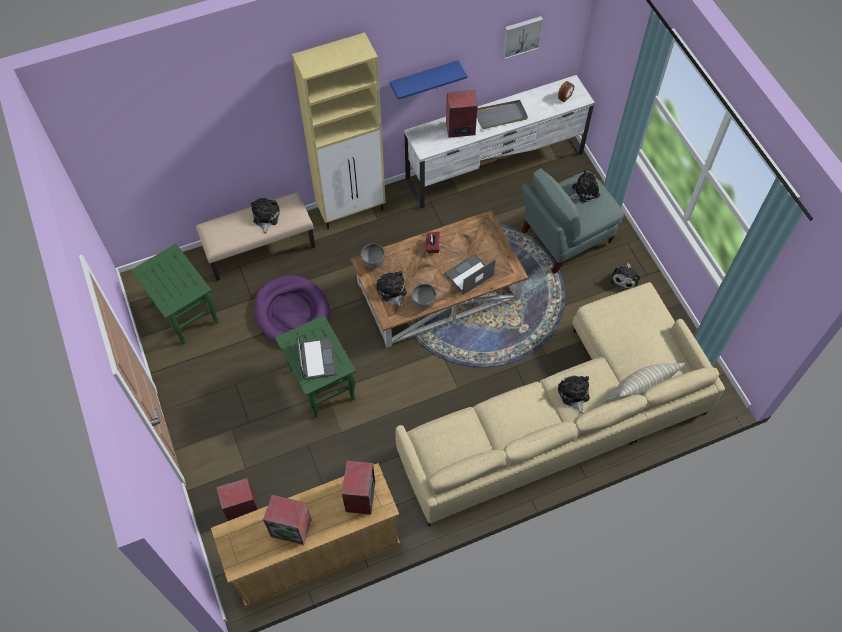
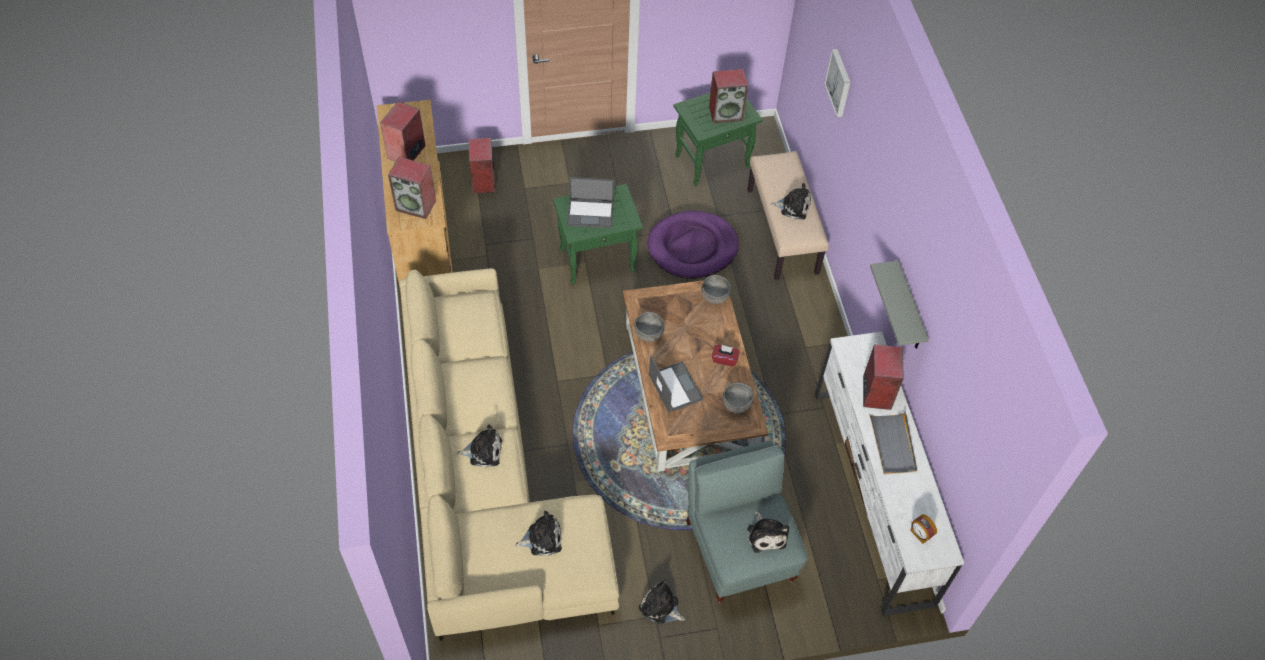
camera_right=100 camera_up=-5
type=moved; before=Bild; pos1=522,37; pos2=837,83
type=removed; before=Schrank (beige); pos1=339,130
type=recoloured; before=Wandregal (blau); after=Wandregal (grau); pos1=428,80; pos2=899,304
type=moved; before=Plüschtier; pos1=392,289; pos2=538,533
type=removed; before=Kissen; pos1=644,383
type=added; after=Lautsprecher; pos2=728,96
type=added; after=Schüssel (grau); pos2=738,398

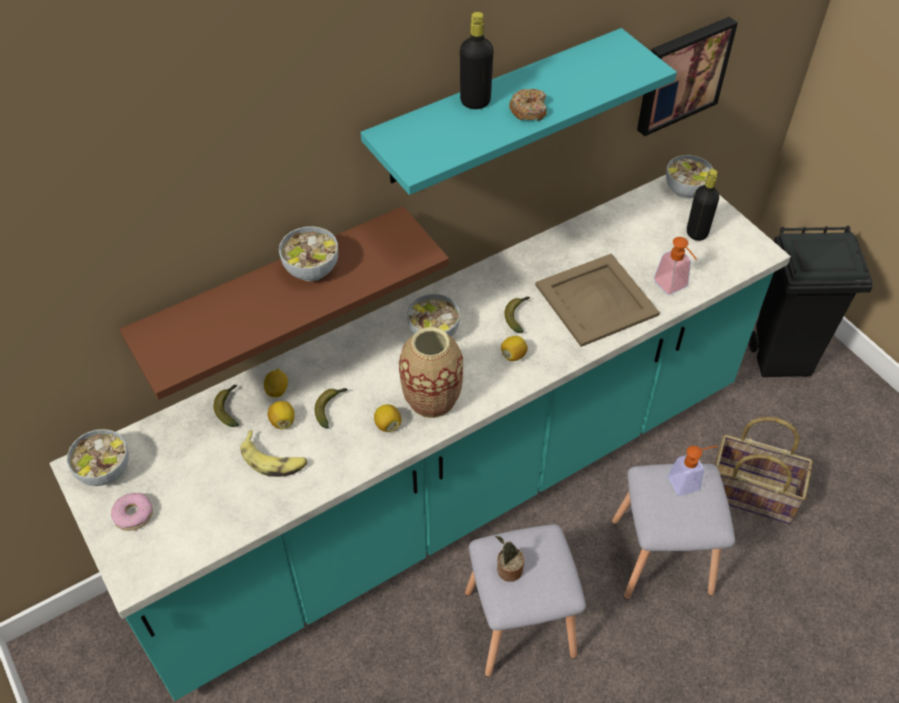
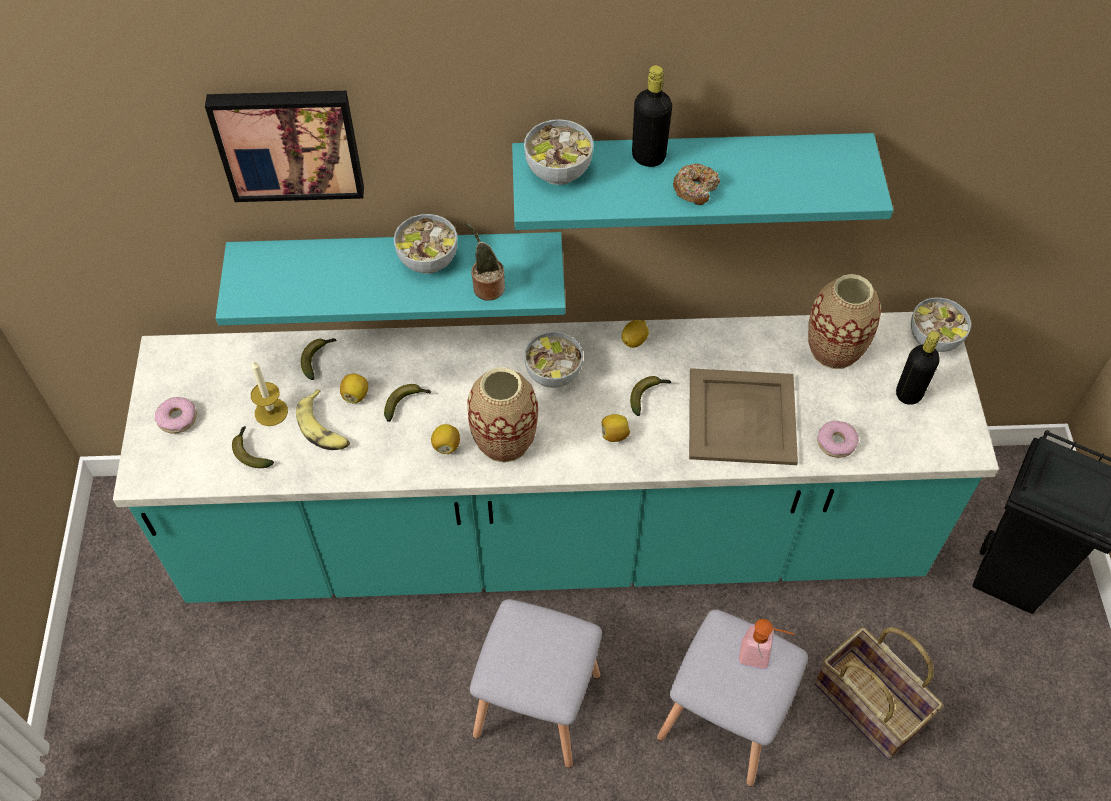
camera_right=30 camera_up=5
type=moved; before=Bild; pos1=687,76; pos2=284,146
type=recoloured; before=Wandregal (braun); after=Wandregal (türkis); pos1=284,303; pos2=391,279
type=replaced; before=Seifenspender; after=Donut; pos1=675,266; pos2=838,439
type=moved; before=Zitrone; pos1=276,383; pos2=635,334
type=moved; before=Schüssel; pos1=98,457; pos2=559,152
type=moved; before=Topfpflanze; pos1=509,558; pos2=485,262
type=added; after=Vase; pos2=844,321
type=added; after=Kerze; pos2=269,393
type=added; after=Banane; pos2=253,447

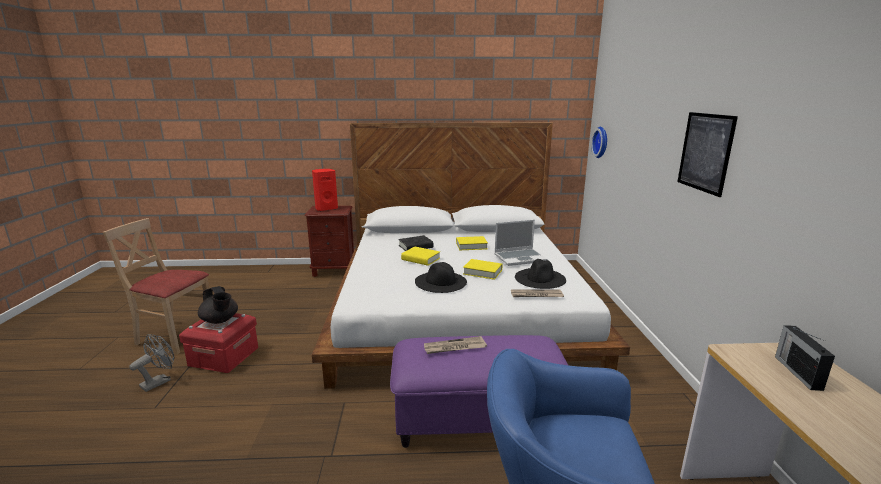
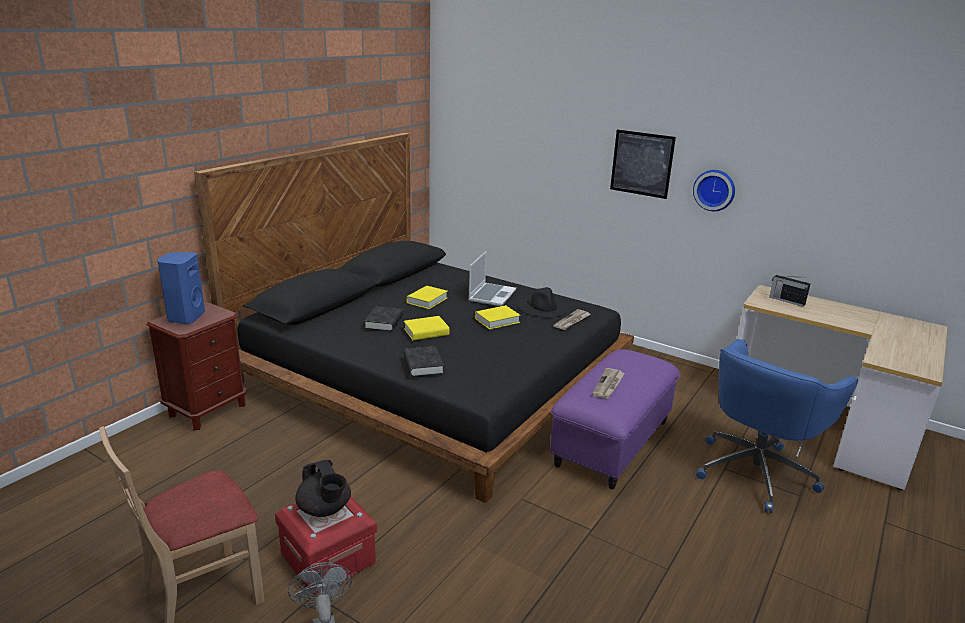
camera_right=-55 camera_up=5
type=recoloured; before=Bett (weiß); after=Bett (schwarz); pos1=471,255; pos2=414,318
type=moved; before=Wanduhr; pos1=599,142; pos2=714,190
type=recoloured; before=Lautsprecher (rot); after=Lautsprecher (blau); pos1=325,190; pos2=181,288
type=removed; before=Hut (schwarz); pos1=441,277
type=turned; before=Teekanne (schwarz); pos1=218,305; pos2=323,488; turn=60
type=added; after=Buch (schwarz); pos2=424,361

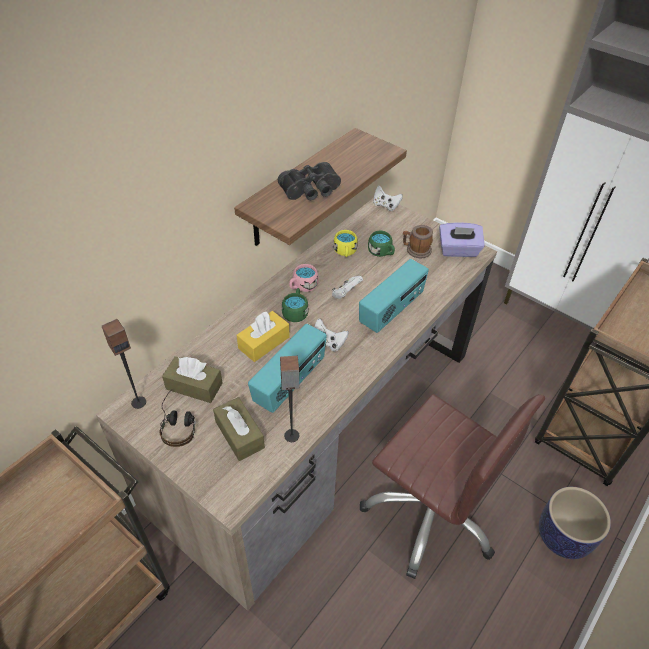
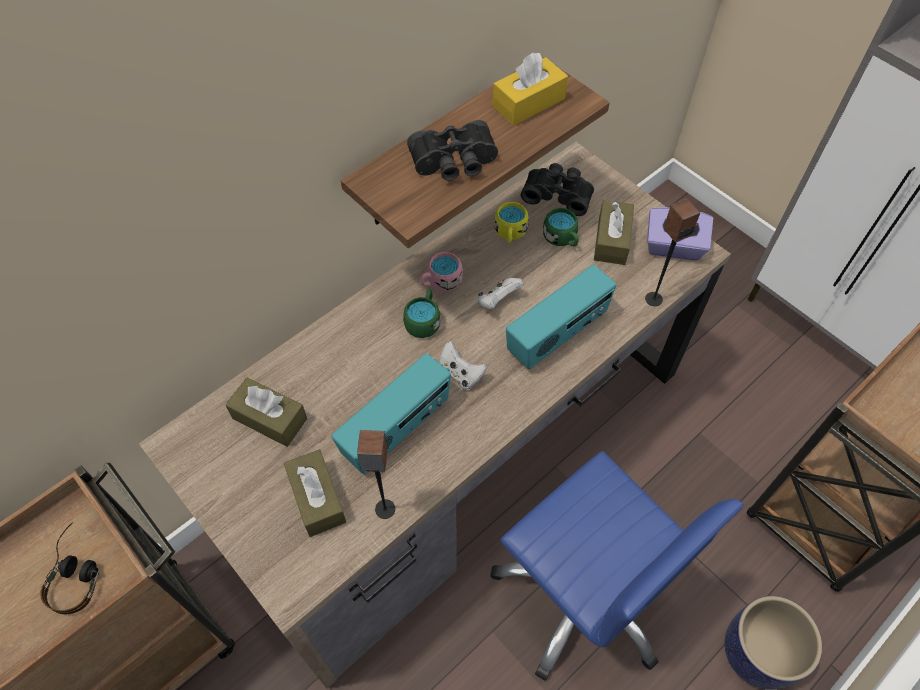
camera_right=10 camera_up=10
type=removed; before=Gamepad (weiß); pos1=388,198
type=replaced; before=Henkelbecher; after=Taschentuchbox (braun); pos1=418,241; pos2=614,232
type=moved; before=Taschentuchbox (gelb); pos1=263,336; pos2=530,89
type=moved; before=Lautsprecher; pos1=124,364; pos2=672,252
type=moved; before=Kopfhörer; pos1=177,418; pos2=69,568
type=recoloured; before=Bürostuhl (braun); after=Bürostuhl (blau); pos1=452,486; pos2=616,566
type=added; after=Fernglas (schwarz); pos2=557,189

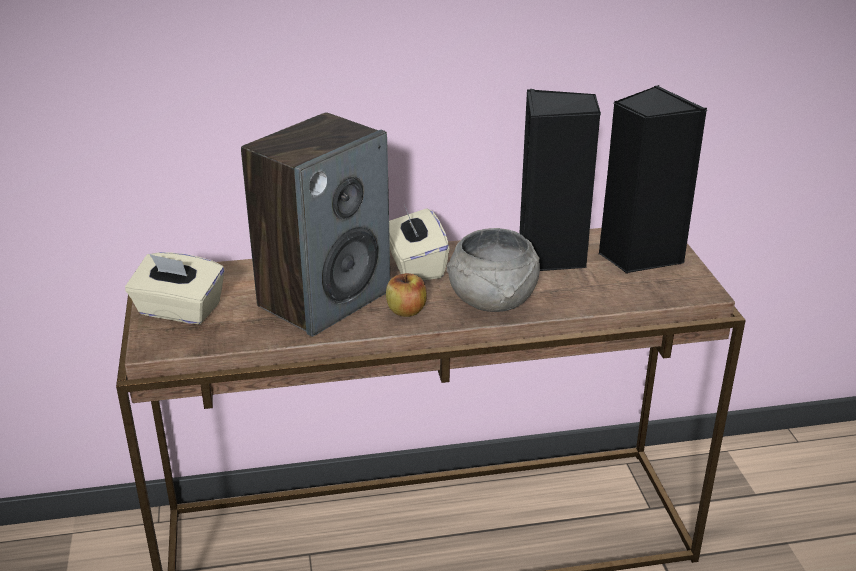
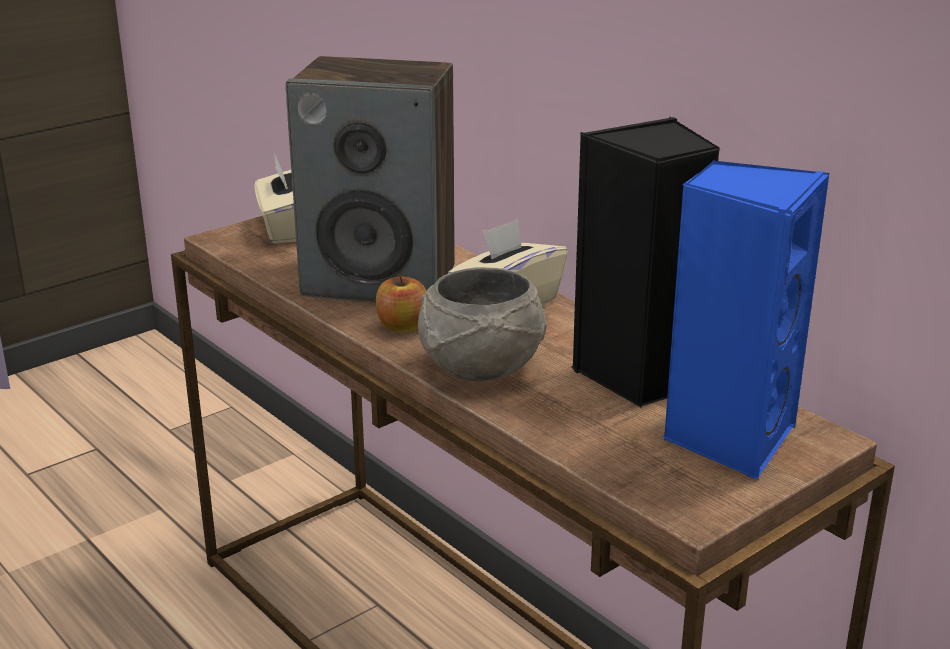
camera_right=60 camera_up=-5
type=recoloured; before=Lautsprecher (schwarz); after=Lautsprecher (blau); pos1=652,179; pos2=746,320

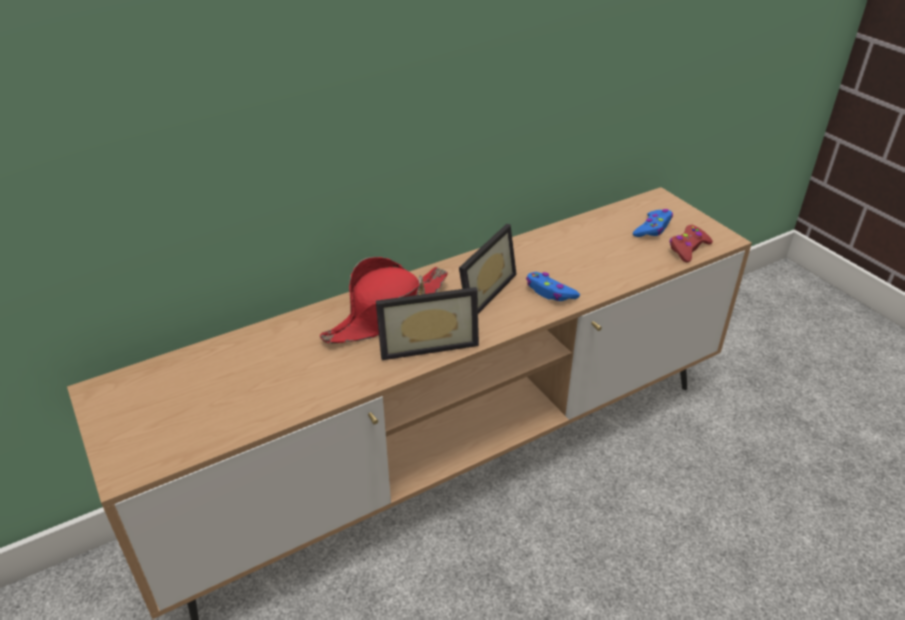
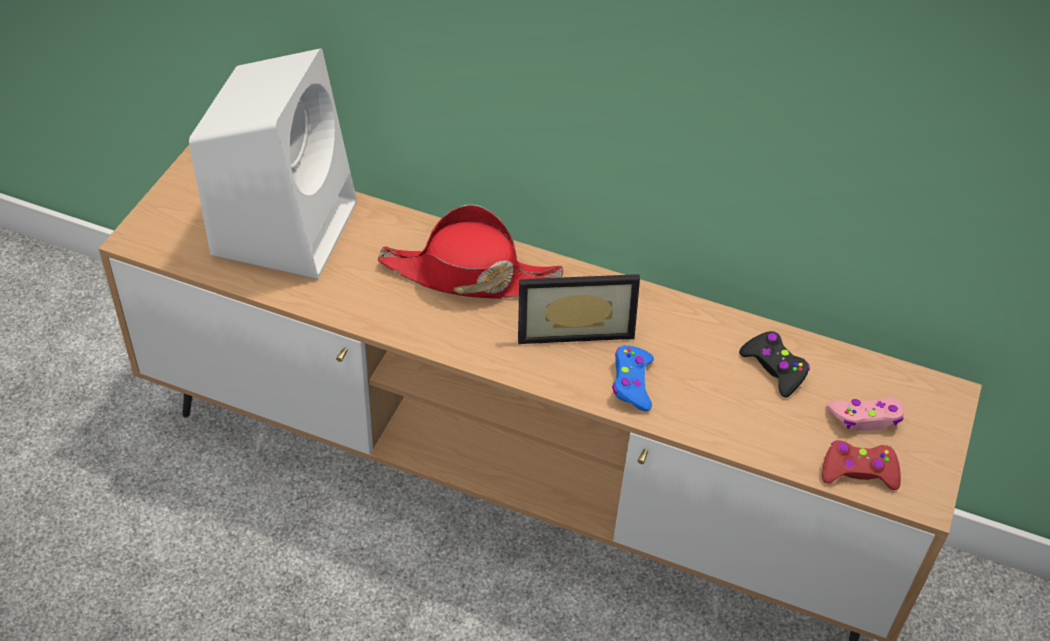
camera_right=50 camera_up=10
type=recoloured; before=Gamepad (blau); after=Gamepad (rosa); pos1=653,223; pos2=865,414
type=removed; before=Bilderrahmen; pos1=427,323
type=added; after=Lautsprecher (weiß); pos2=273,163
type=added; after=Gamepad (schwarz); pos2=774,364

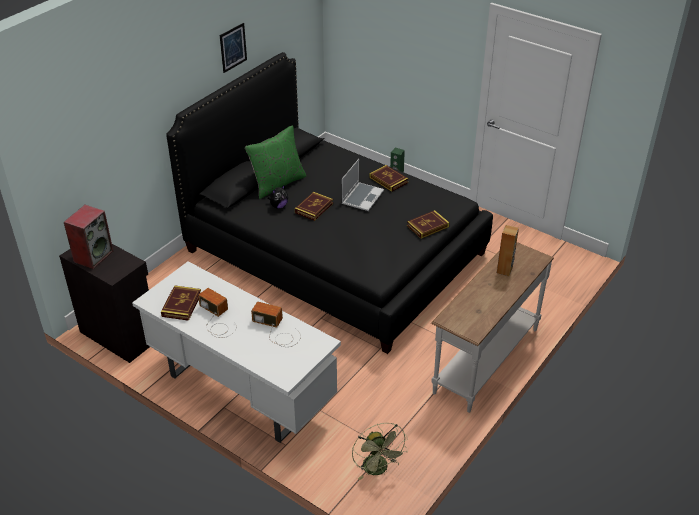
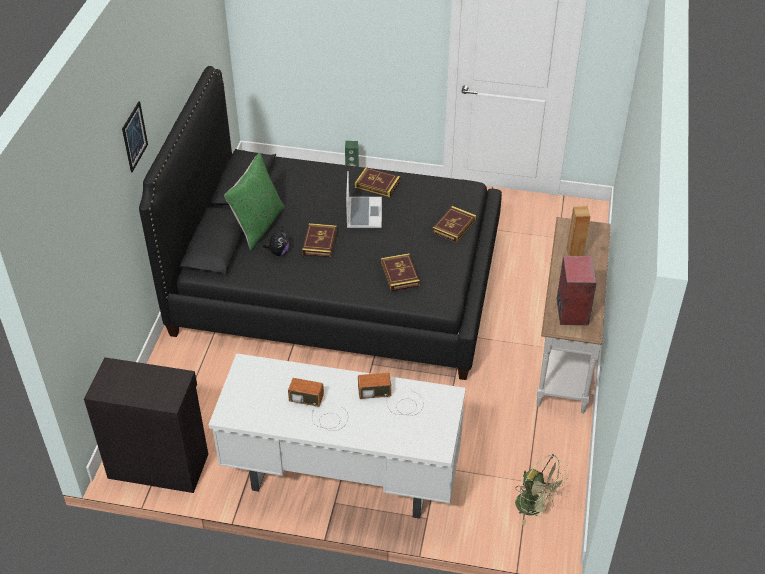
camera_right=-25 camera_up=5
type=moved; before=Bild; pos1=233,48; pos2=135,137
type=moved; before=Lautsprecher; pos1=88,237; pos2=577,290
type=moved; before=Buch; pos1=181,303; pos2=400,272

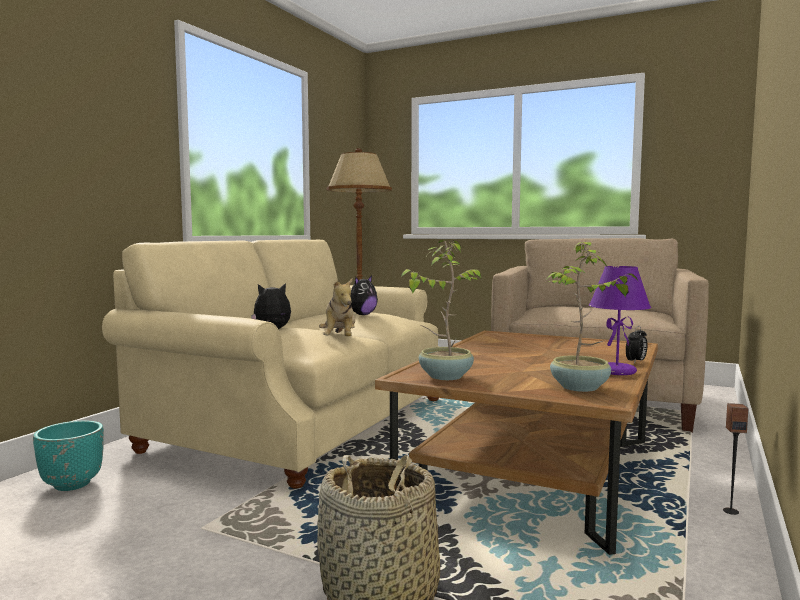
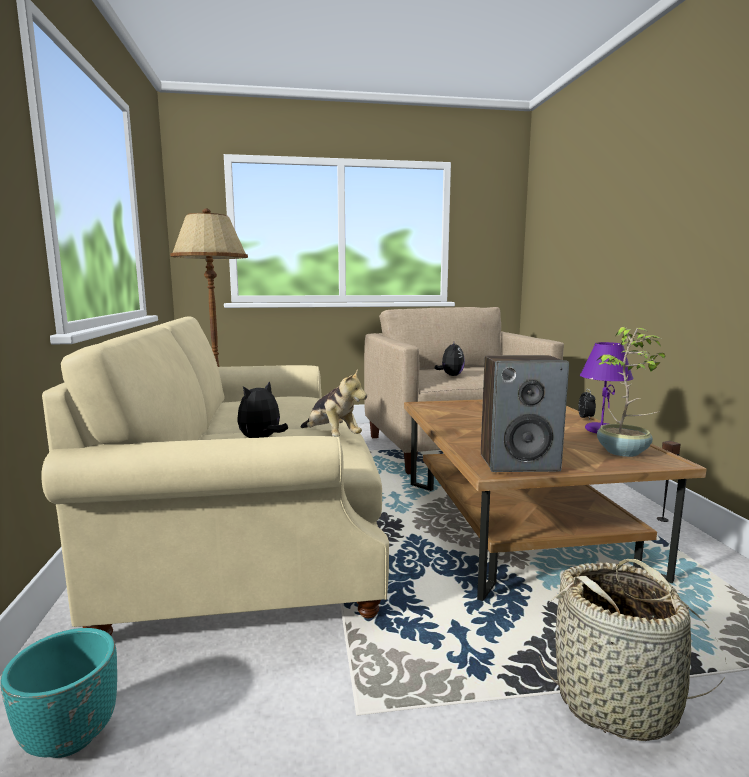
camera_right=-35 camera_up=5
type=replaced; before=Topfpflanze; after=Lautsprecher; pos1=441,310; pos2=525,413
type=moved; before=Plüschtier; pos1=364,295; pos2=450,358

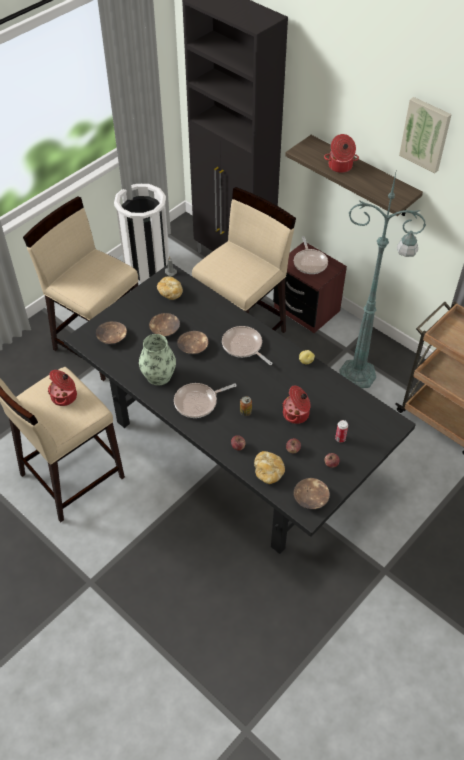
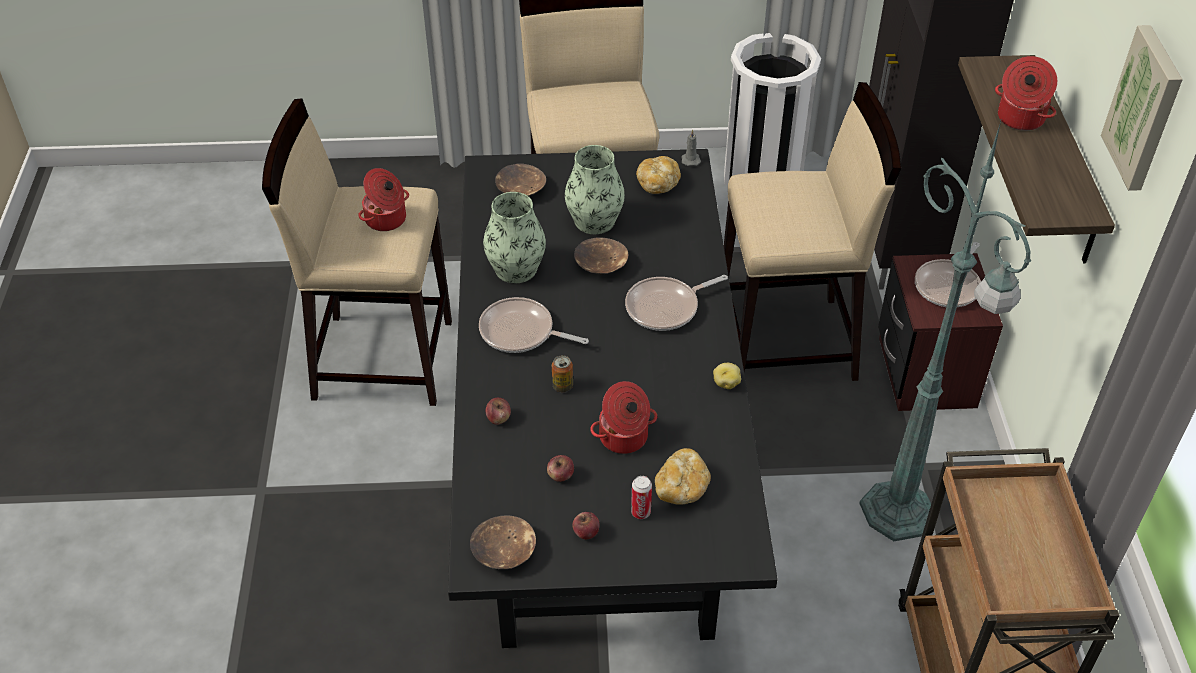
camera_right=45 camera_up=-5
type=replaced; before=Schüssel (braun); after=Vase; pos1=164,324; pos2=595,189
type=turned; before=Pfanne; pos1=247,345; pos2=676,303; turn=-120
type=moved; before=Brot; pos1=269,467; pos2=683,476

